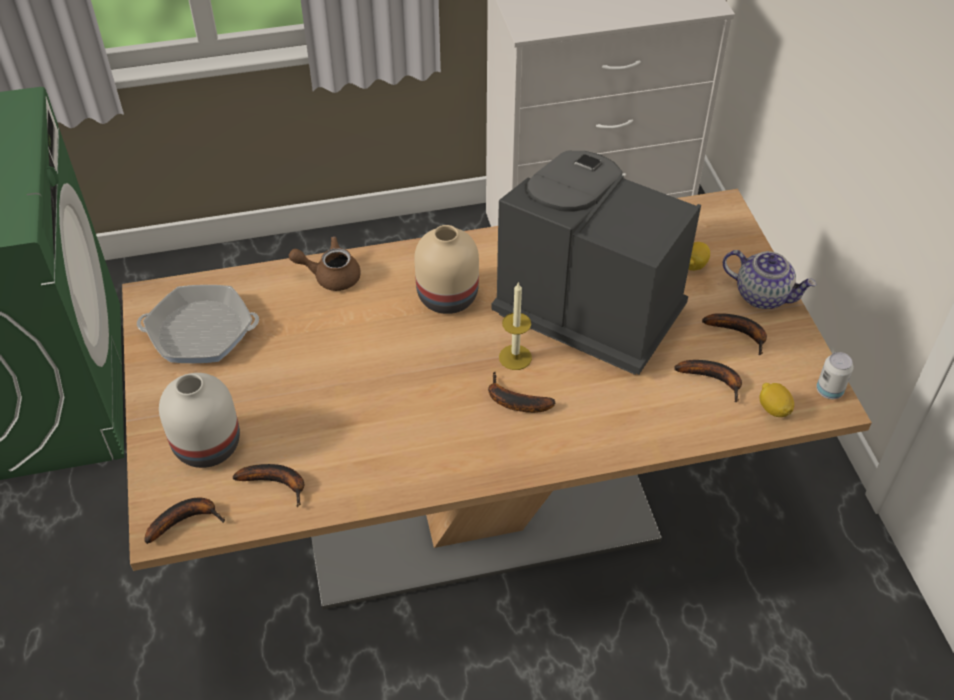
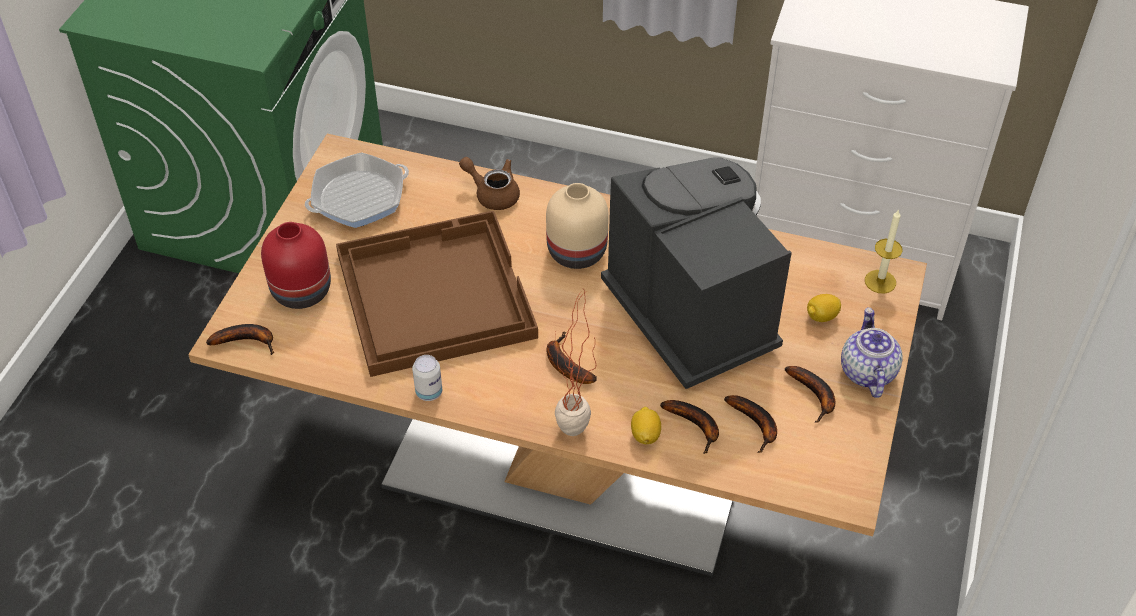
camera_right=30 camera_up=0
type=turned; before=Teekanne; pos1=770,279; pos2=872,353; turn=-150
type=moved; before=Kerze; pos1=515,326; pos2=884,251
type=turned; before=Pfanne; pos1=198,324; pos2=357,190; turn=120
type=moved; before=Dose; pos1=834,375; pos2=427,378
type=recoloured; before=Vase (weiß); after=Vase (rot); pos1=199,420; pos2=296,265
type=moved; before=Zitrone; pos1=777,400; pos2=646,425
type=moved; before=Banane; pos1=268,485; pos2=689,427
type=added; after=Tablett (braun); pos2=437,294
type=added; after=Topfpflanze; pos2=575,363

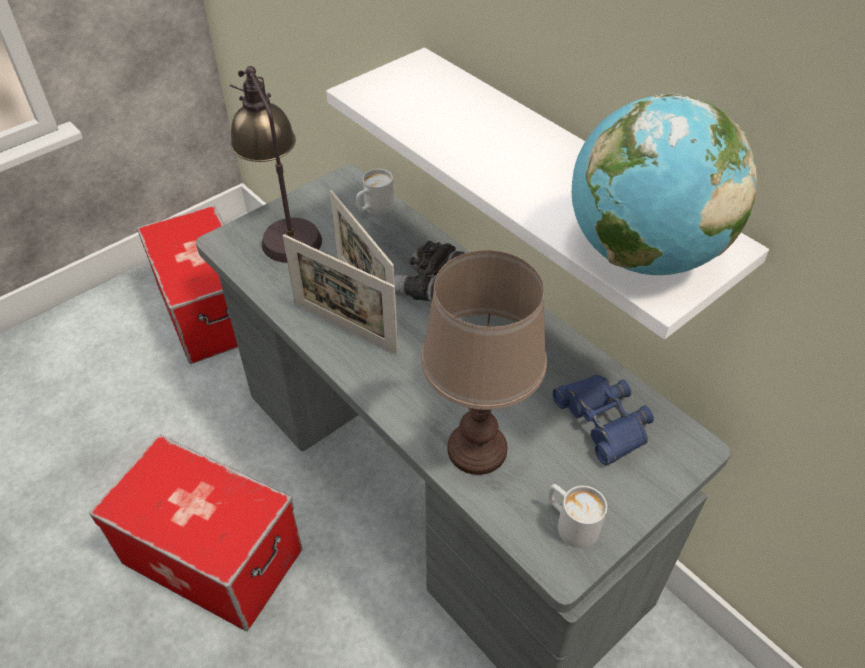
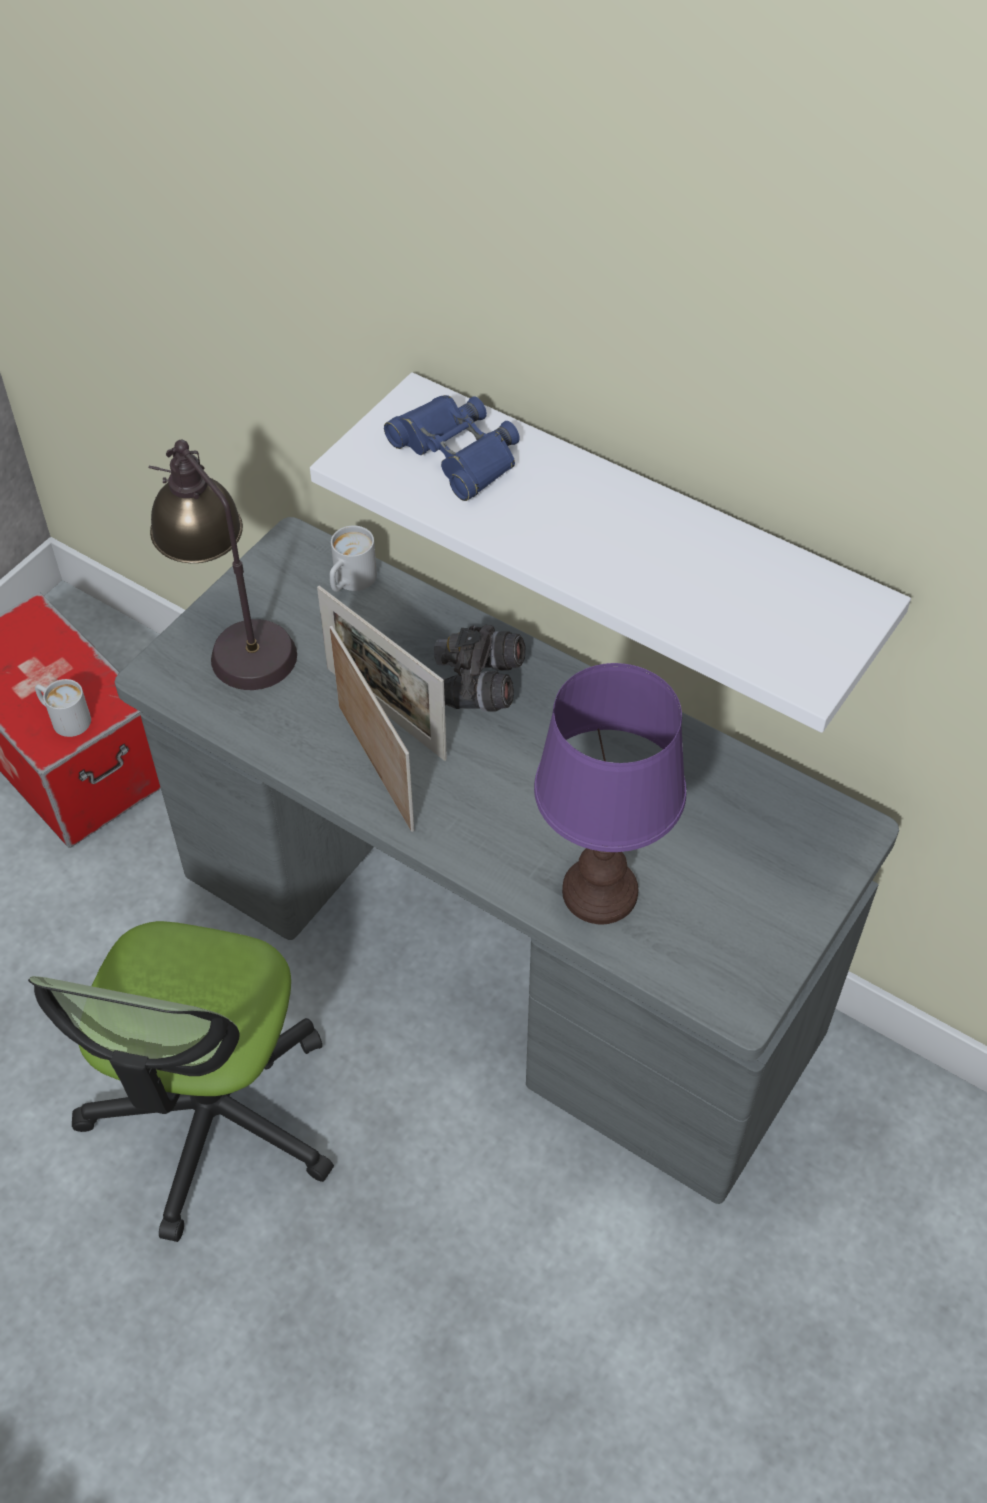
camera_right=-15 camera_up=5
type=removed; before=Globus; pos1=664,184
type=turned; before=Bilderrahmen; pos1=340,294; pos2=372,728; turn=-135
type=recoloured; before=Tischlampe (braun); after=Tischlampe (lila); pos1=484,362; pos2=610,793
type=moved; before=Fernglas (blau); pos1=603,420; pos2=452,448
type=replaced; before=Aufbewahrungsbox; after=Bürostuhl; pos1=196,533; pos2=181,1081
type=moved; before=Henkelbecher (weiß); pos1=577,516; pos2=63,708

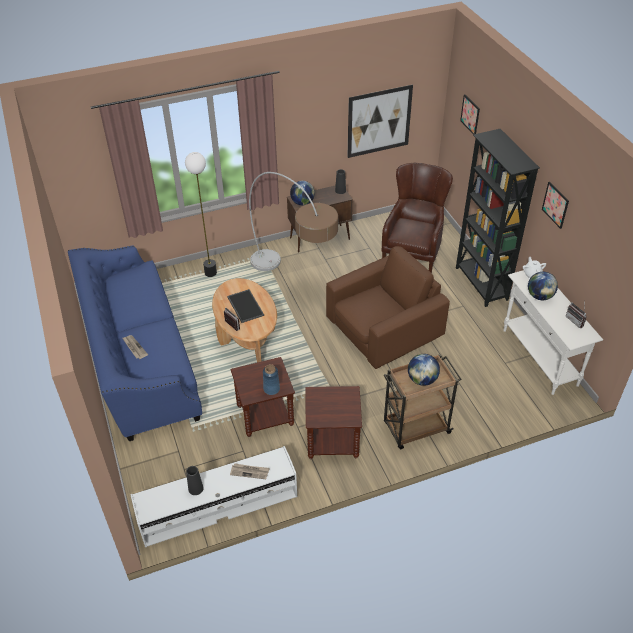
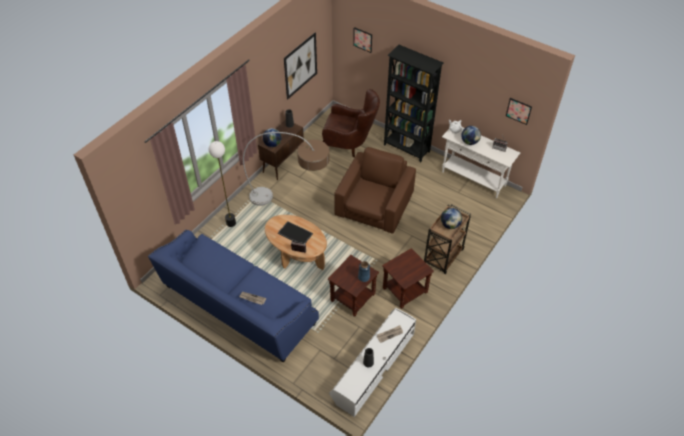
camera_right=-35 camera_up=5
type=turned; before=Sessel (braun); pos1=417,218; pos2=351,123; turn=120
type=moved; before=Bild; pos1=555,205; pos2=519,111

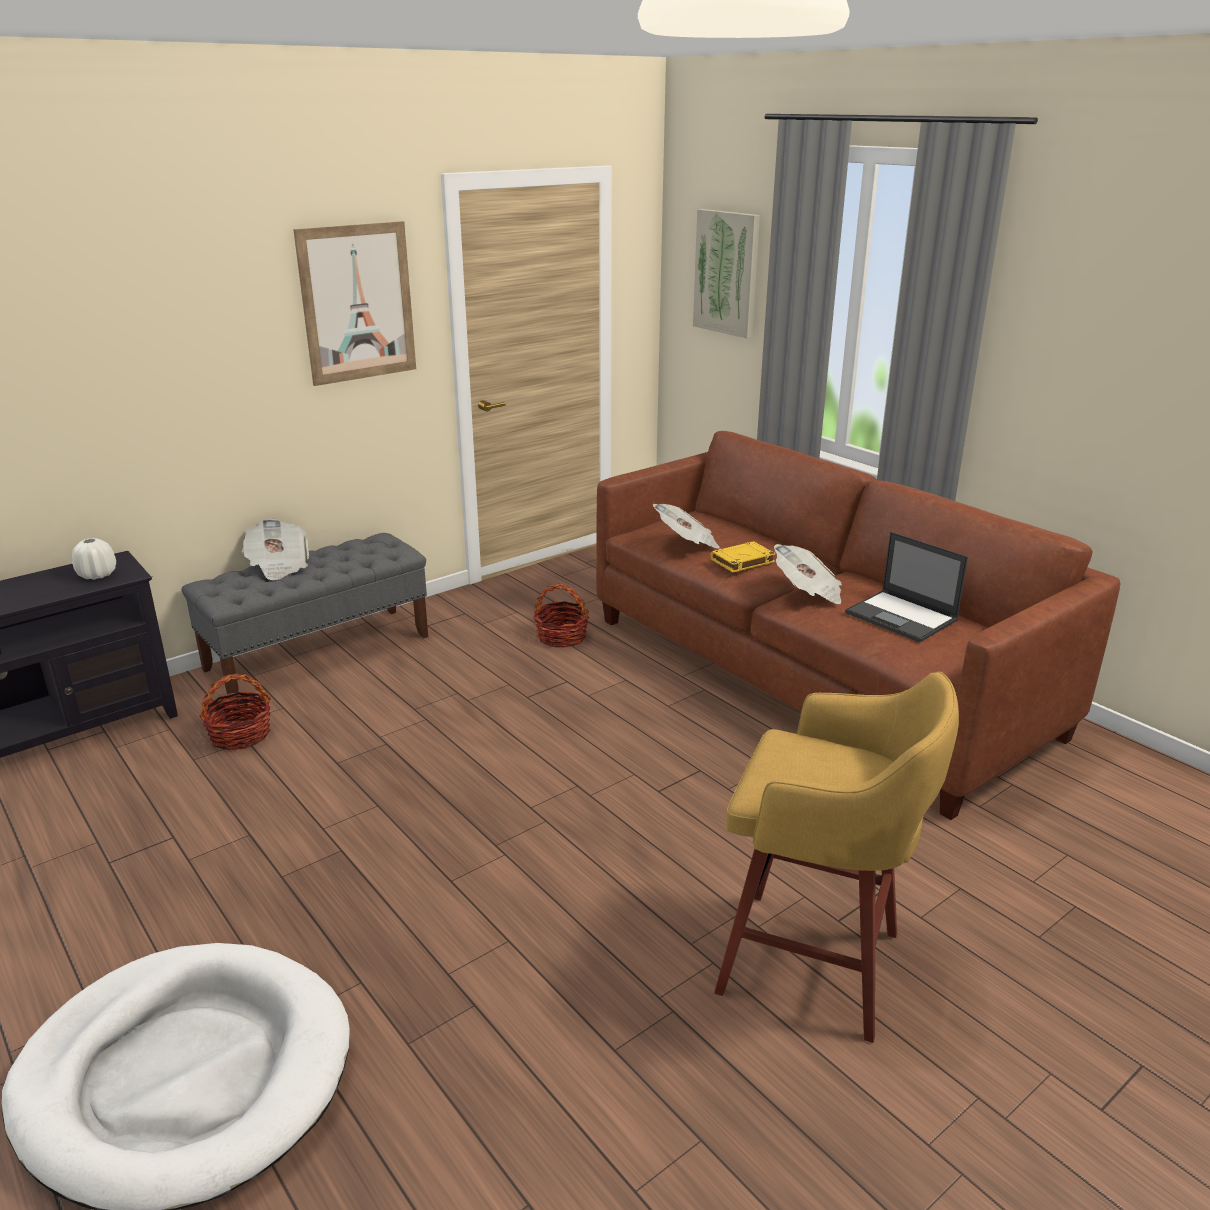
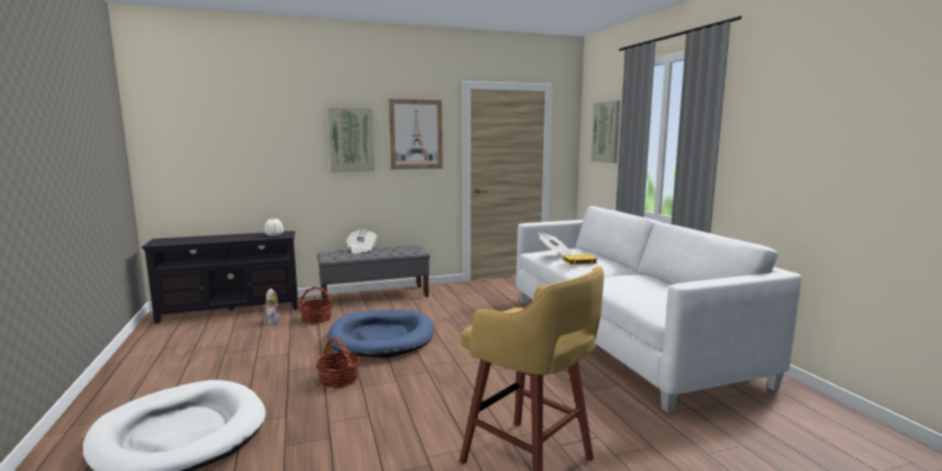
camera_right=20 camera_up=-15
type=recoloured; before=Sofa (braun); after=Sofa (weiß); pos1=858,625; pos2=658,309
type=removed; before=Laptop; pos1=906,587
type=removed; before=Zeitung; pos1=808,574
type=moved; before=Korb; pos1=561,616; pos2=338,362
type=added; after=Bild; pos2=351,139
type=added; after=Plüschtier; pos2=272,306
type=added; after=Hundebett (blau); pos2=380,334

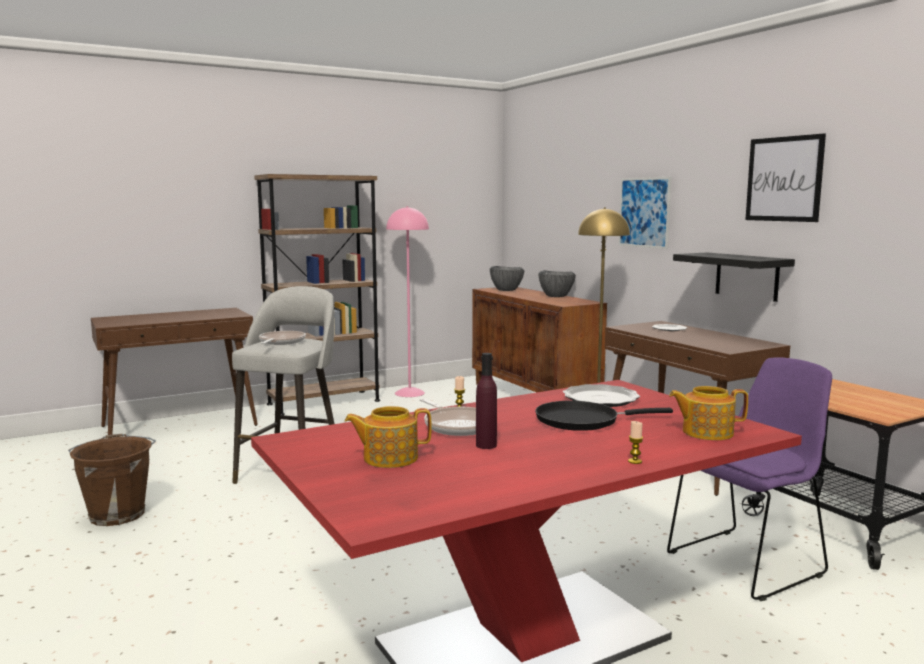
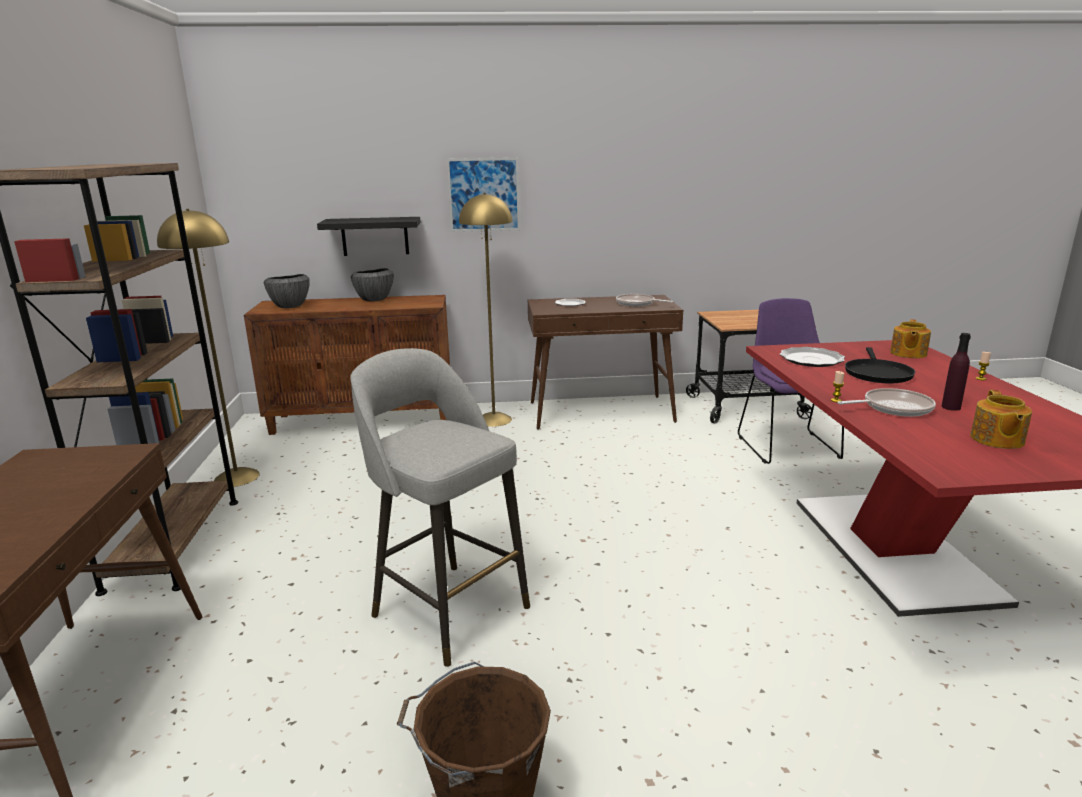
camera_right=-65 camera_up=10
type=removed; before=Bild; pos1=785,177
type=recoloured; before=Stehlampe (rosa); after=Stehlampe (gelb); pos1=407,301; pos2=208,348
type=moved; before=Wandregal (schwarz); pos1=734,277; pos2=369,236
type=moved; before=Pfanne; pos1=282,338; pos2=644,300

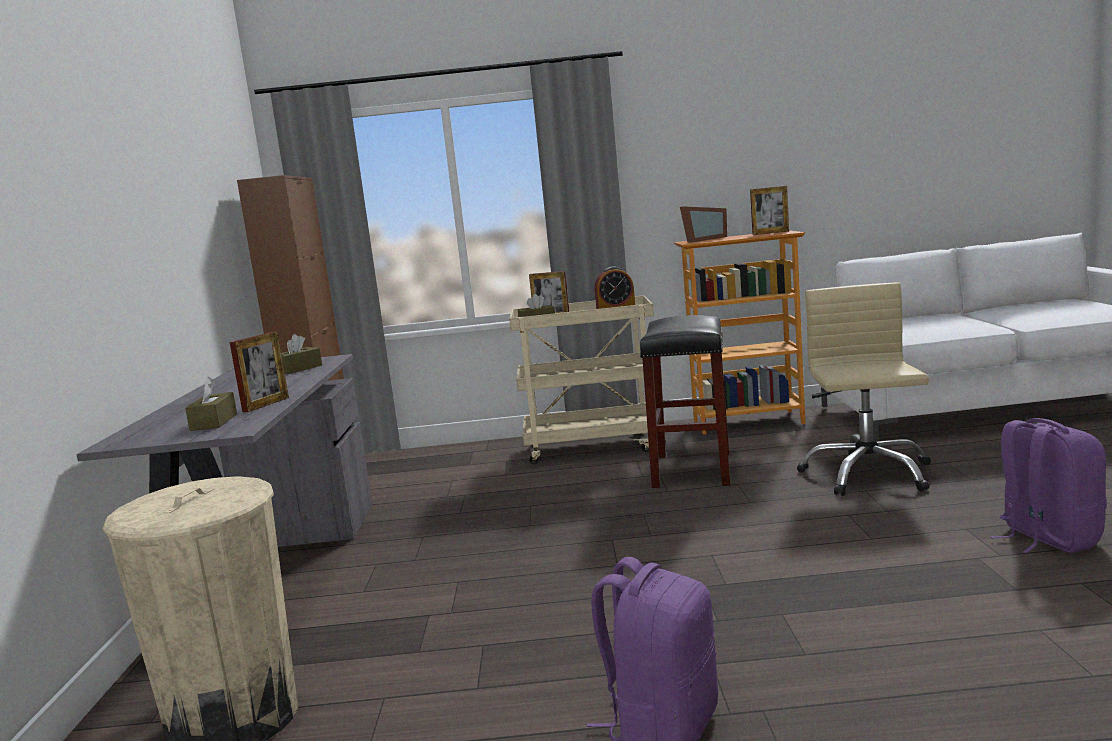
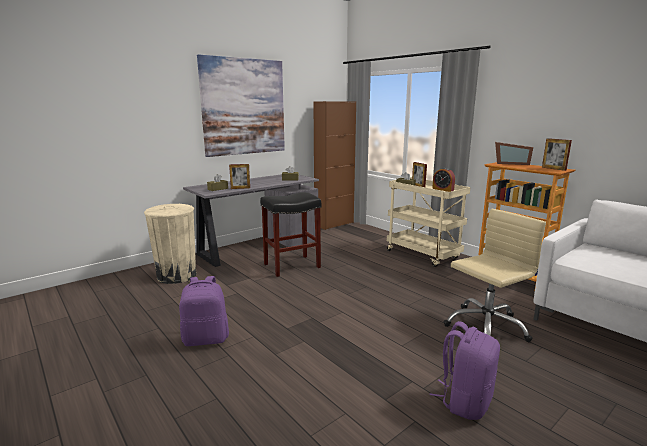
camera_right=50 camera_up=5
type=moved; before=Hocker (schwarz); pos1=685,401; pos2=290,234
type=added; after=Bild; pos2=241,106

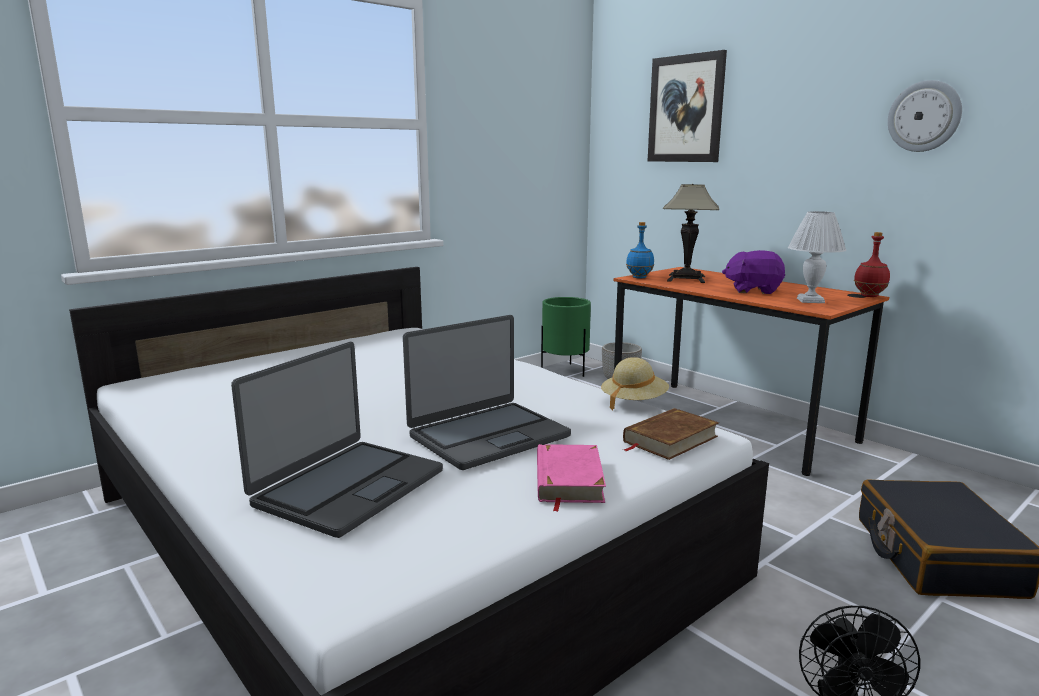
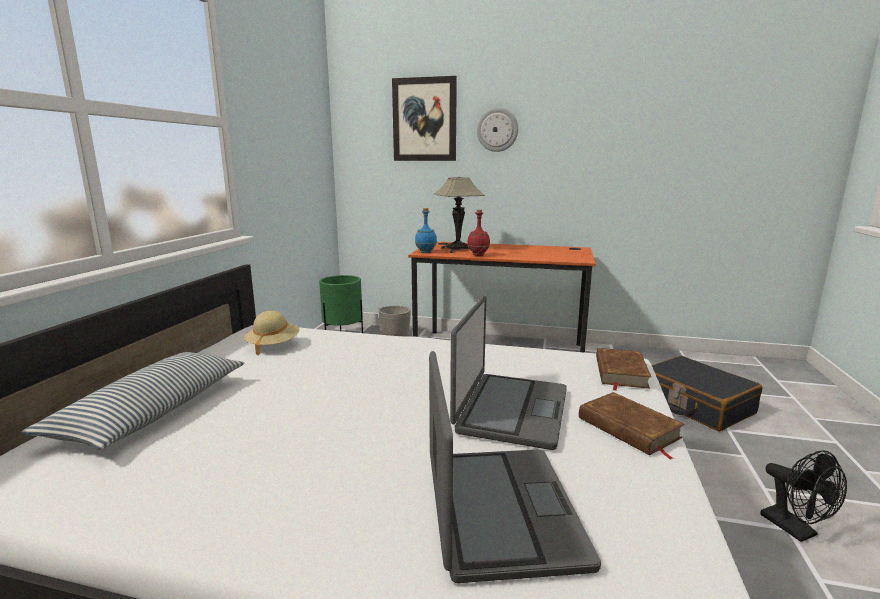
camera_right=-35 camera_up=0
type=moved; before=Wanduhr; pos1=925,116; pos2=497,130
type=removed; before=Tischlampe (weiß); pos1=817,257
type=moved; before=Flasche (rot); pos1=872,264; pos2=478,233
type=removed; before=Plüschtier (lila); pos1=753,272
type=moved; before=Hut (beige); pos1=635,384; pos2=271,333
type=recoloured; before=Buch (rosa); after=Buch (braun); pos1=571,478; pos2=631,425
type=added; after=Kissen; pos2=133,401

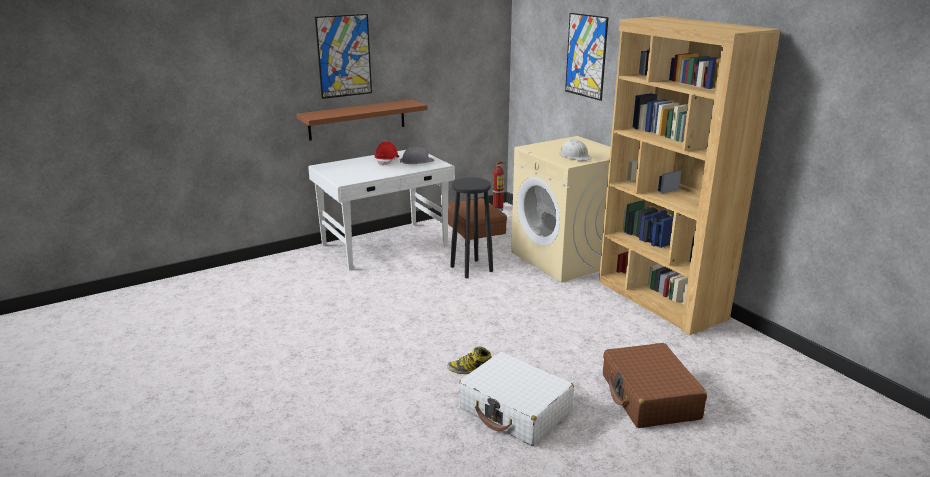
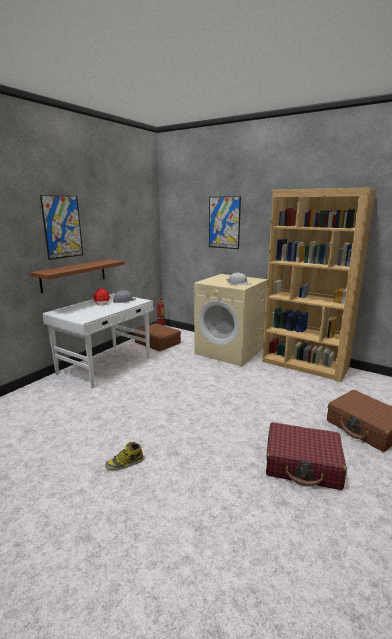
camera_right=-25 camera_up=-5
type=removed; before=Hocker (schwarz); pos1=471,227
type=moved; before=Stiefel; pos1=469,360; pos2=124,456
type=recoloured; before=Koffer (weiß); after=Koffer (rot); pos1=516,399; pos2=306,456

